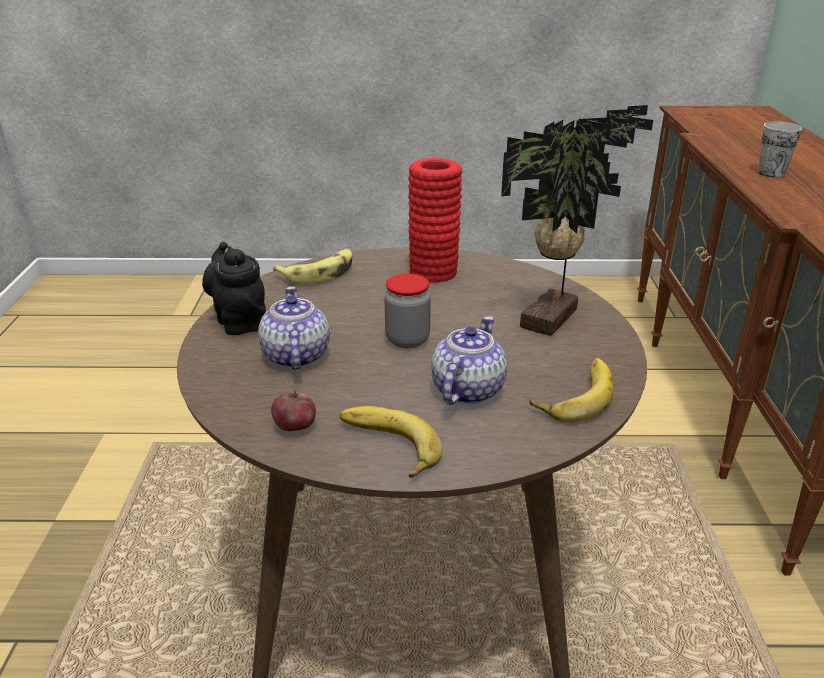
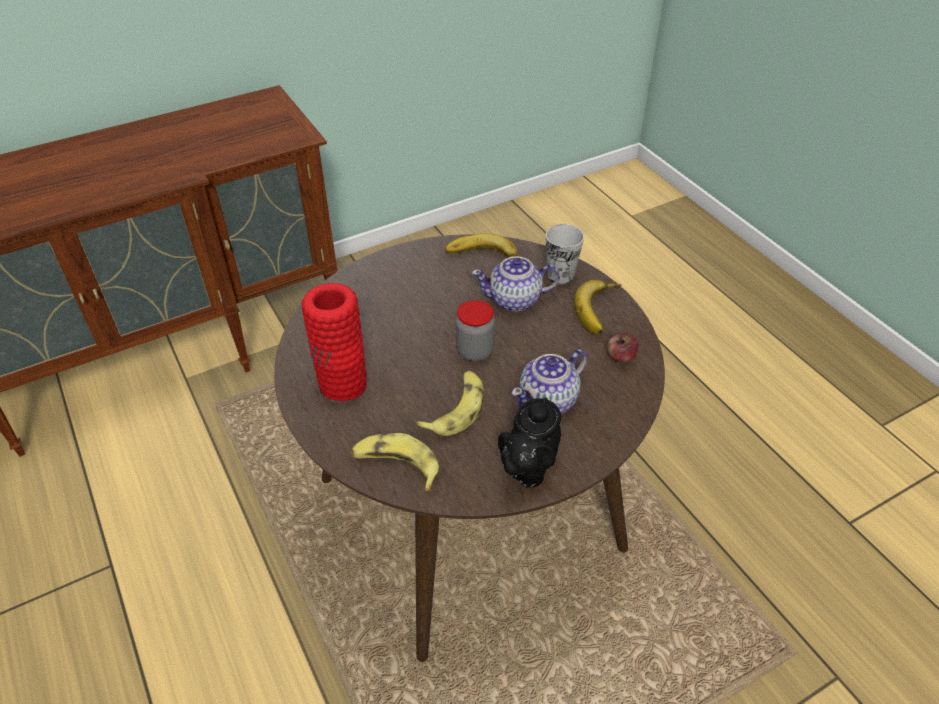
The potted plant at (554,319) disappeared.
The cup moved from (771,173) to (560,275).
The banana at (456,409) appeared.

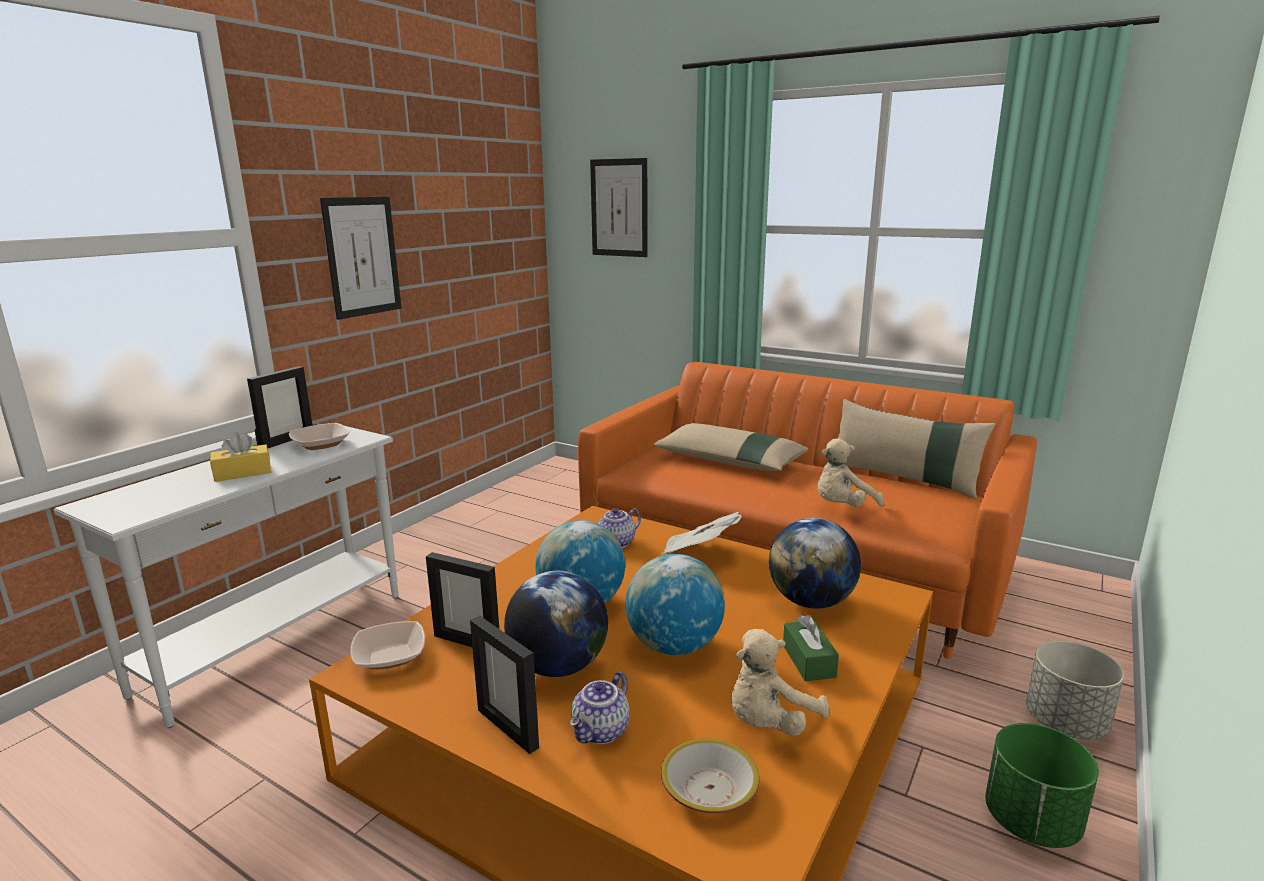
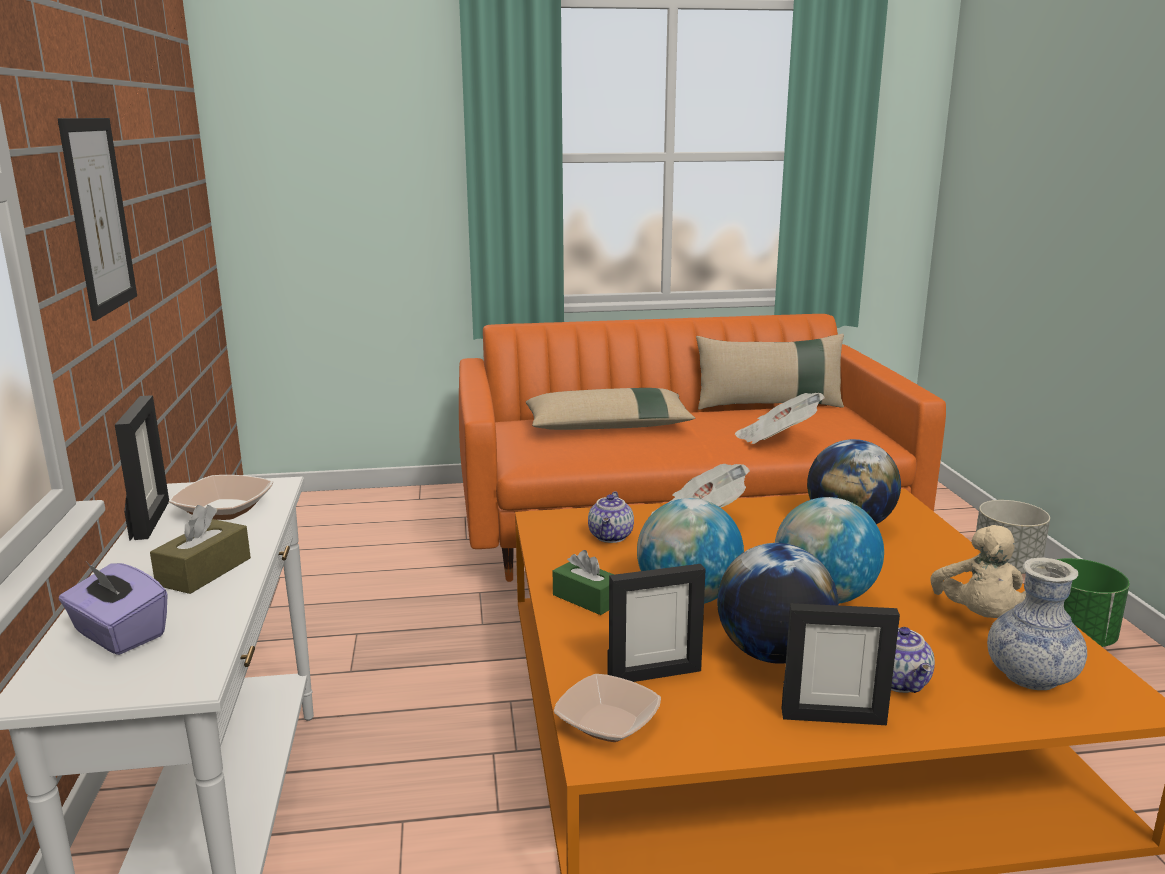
The picture at (619,208) disappeared.
The tissue box (yellow) at (243,473) became the tissue box (brown) at (204,571).
The plush toy (beige) at (842,507) was replaced by the newspaper at (776,439).
The tissue box (green) moved from (808,661) to (587,599).
The bowl at (710,788) was replaced by the vase at (1031,677).
The tissue box (purple) at (118,634) appeared.

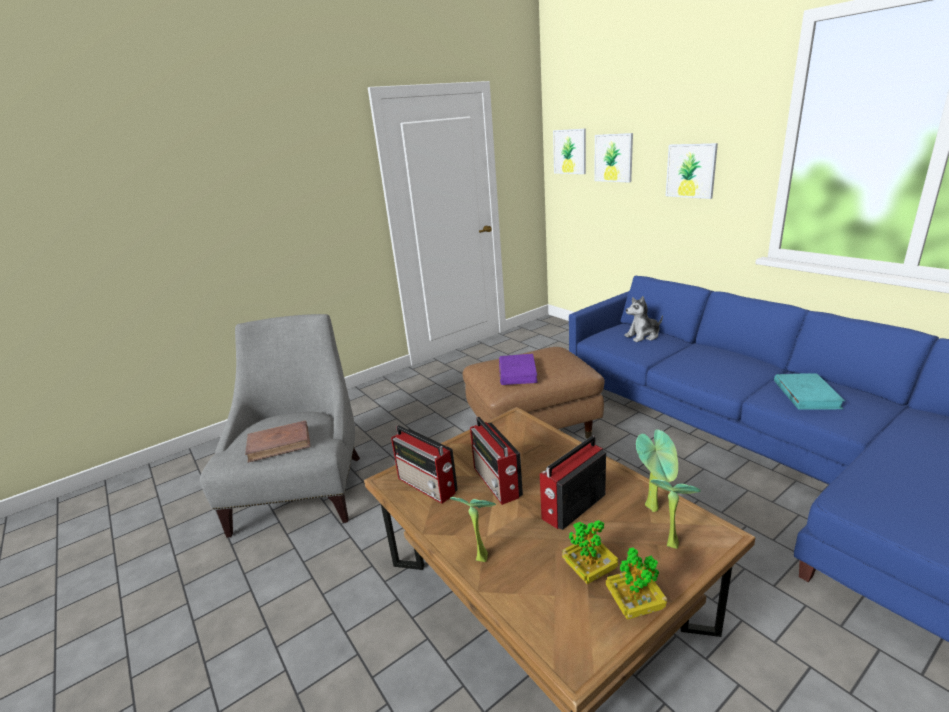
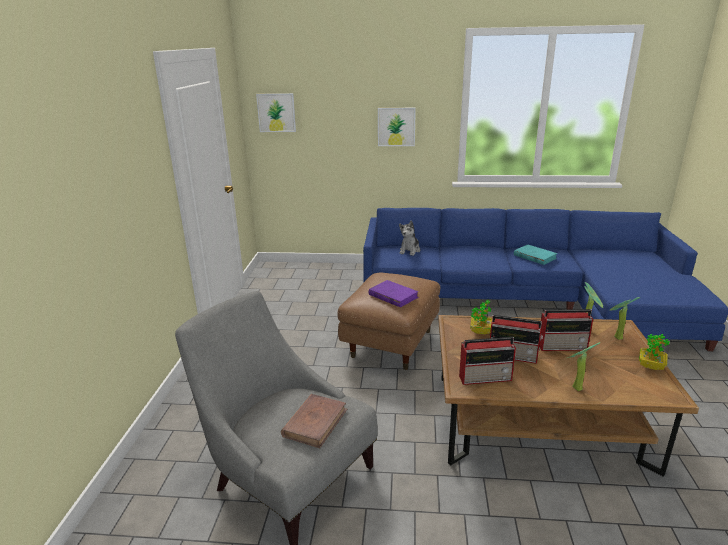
The picture at (613,158) disappeared.
The radio at (572,507) turned 90 degrees counterclockwise.
The potted plant moved from (589,571) to (481,331).

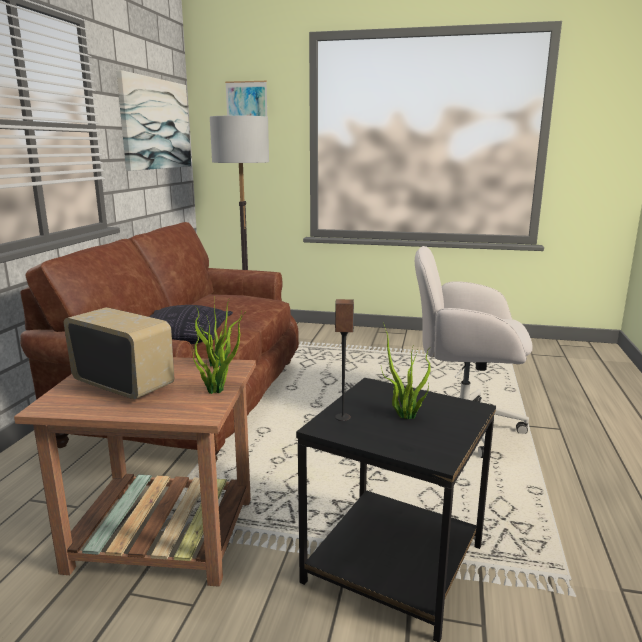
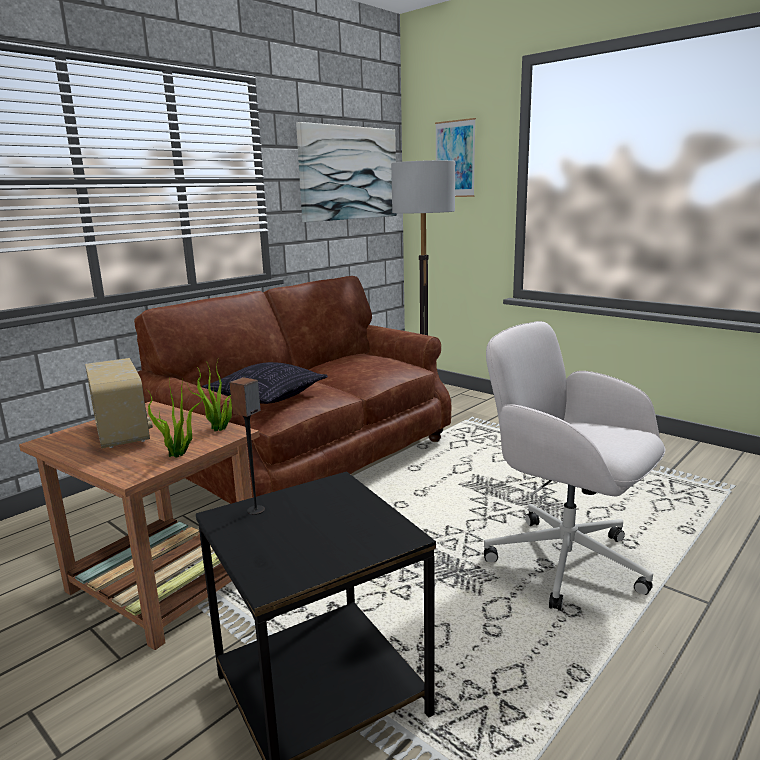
The potted plant at (404,416) disappeared.

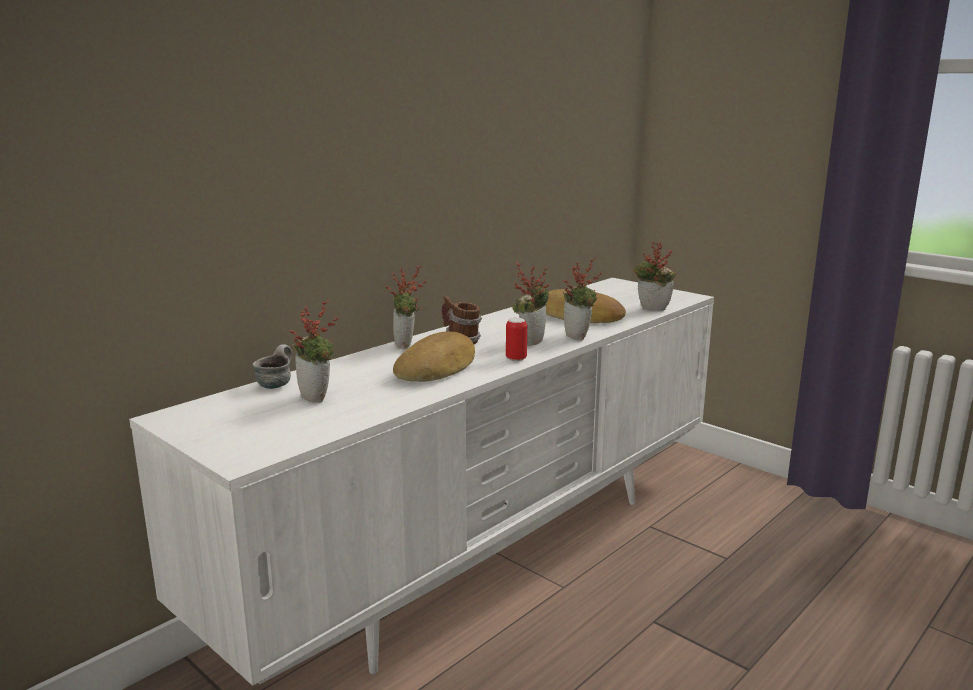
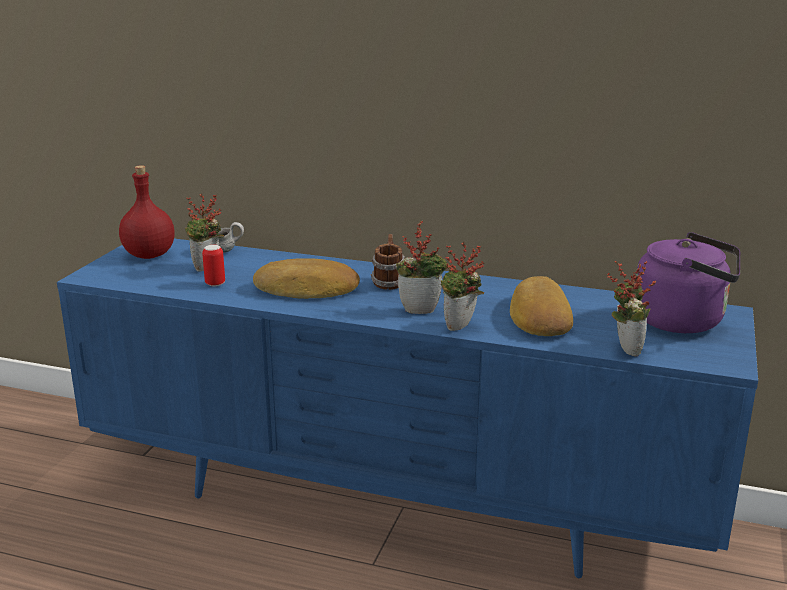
The potted plant at (407,346) disappeared.
The cabinet (white) at (486,553) became the cabinet (blue) at (396,503).
The can moved from (516,359) to (215,284).
The bottle (red) at (150,255) appeared.
The kettle (purple) at (684,321) appeared.

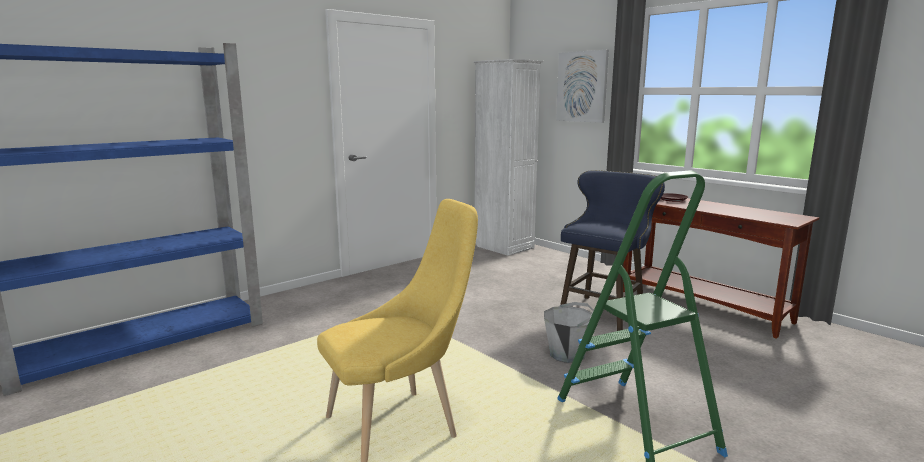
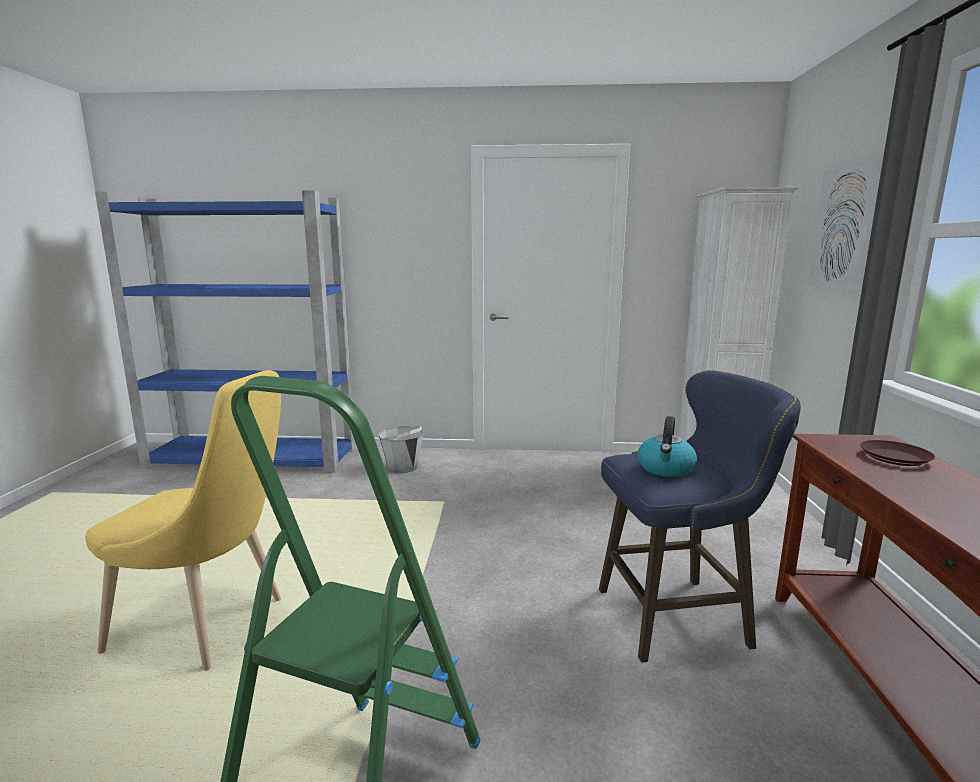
The bucket (grey) moved from (567,354) to (402,467).
The kettle at (666,469) appeared.

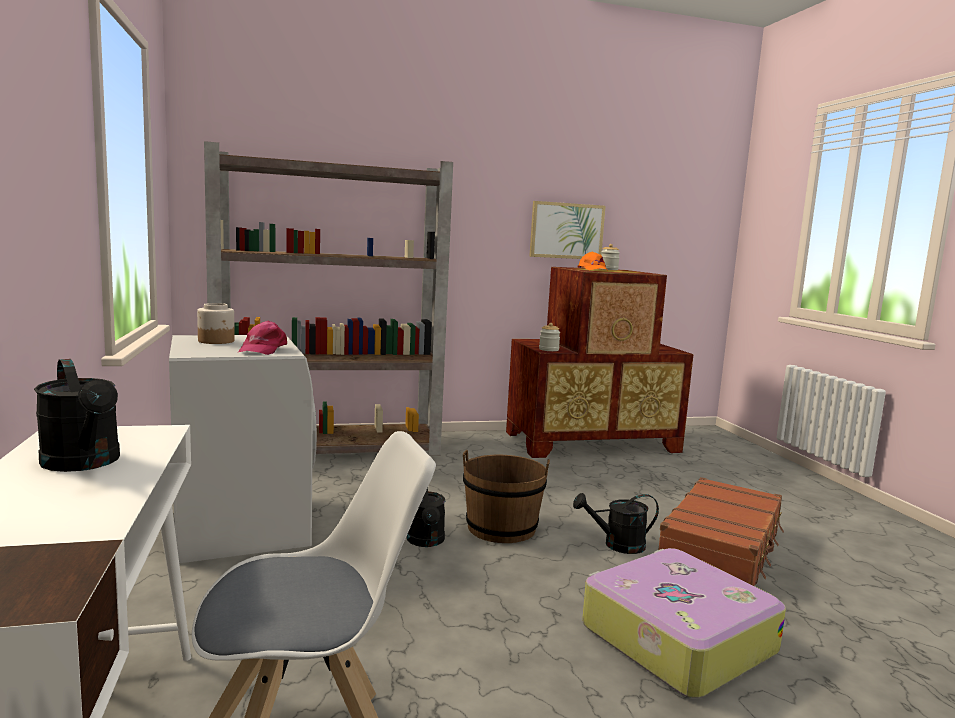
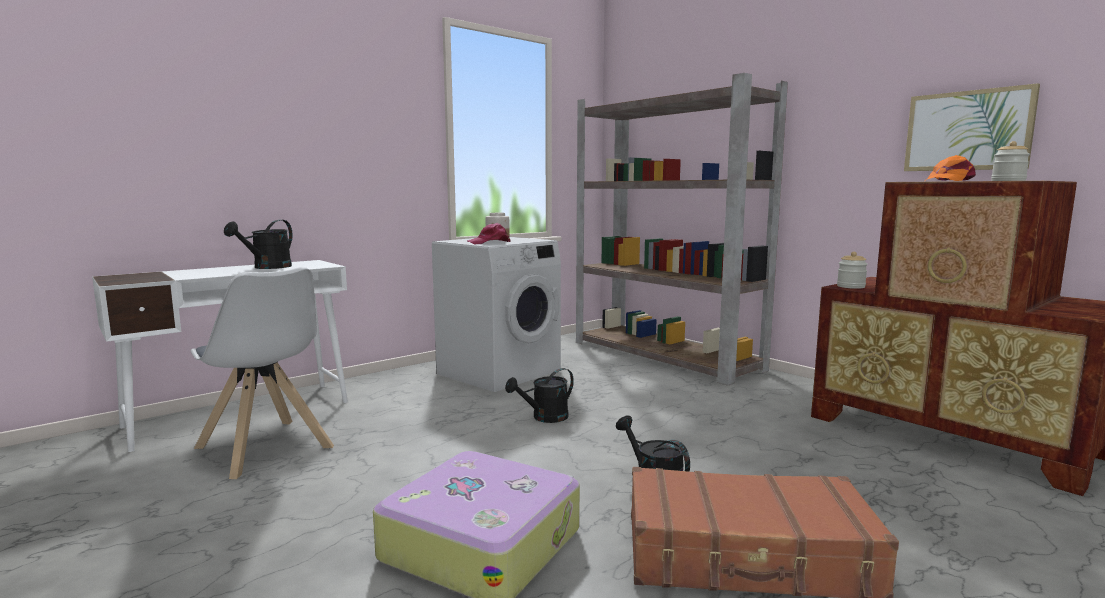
The bucket (brown) at (501,528) disappeared.

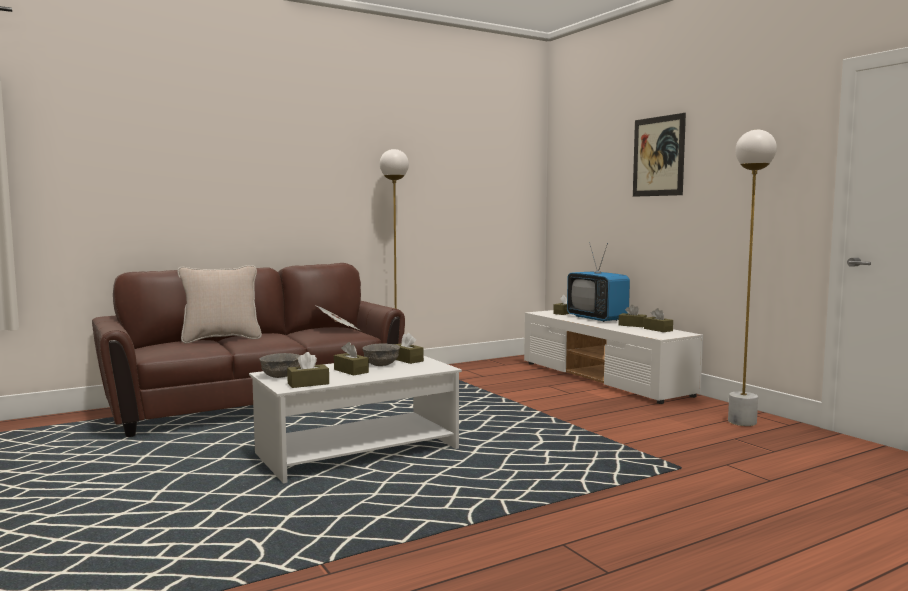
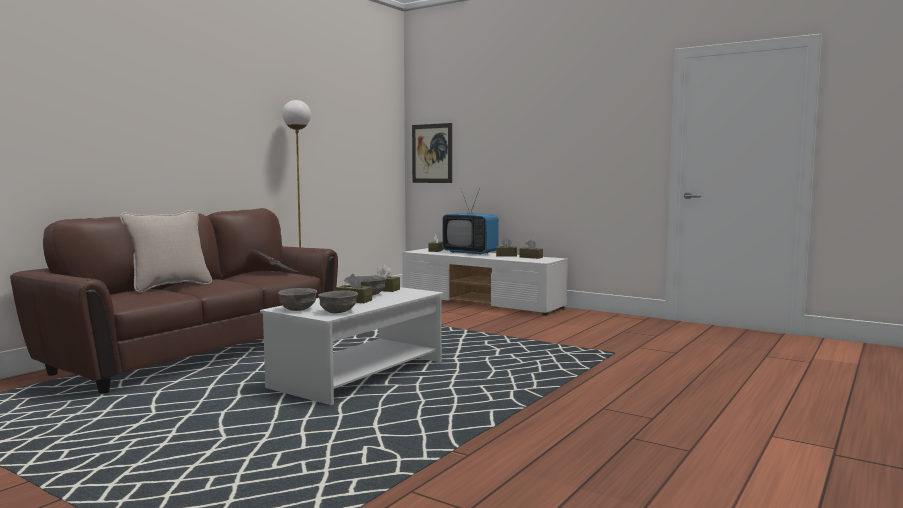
The picture moved from (658,156) to (432,153).
The floor lamp (white) at (742,422) disappeared.
The tissue box (brown) at (308,384) was replaced by the bowl (grey) at (338,312).

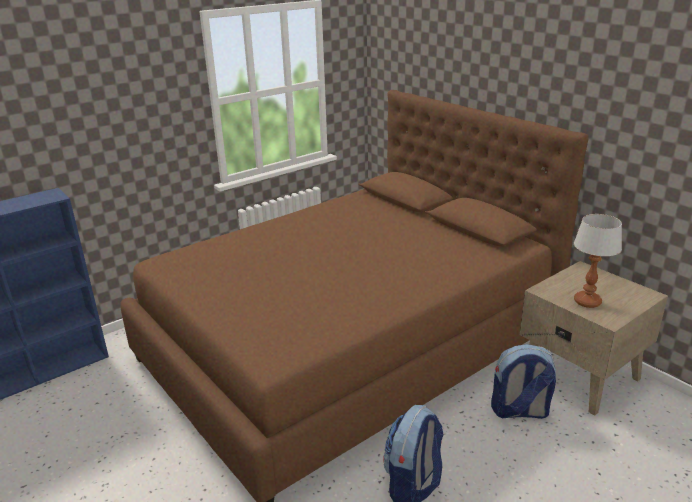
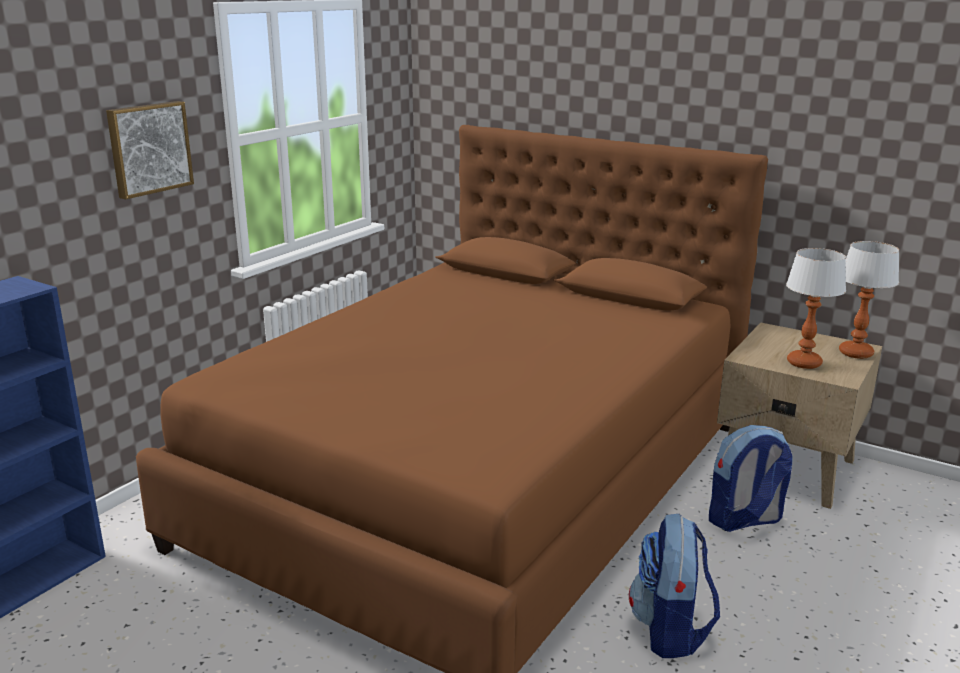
The picture at (149,148) appeared.
The table lamp at (855,353) appeared.

